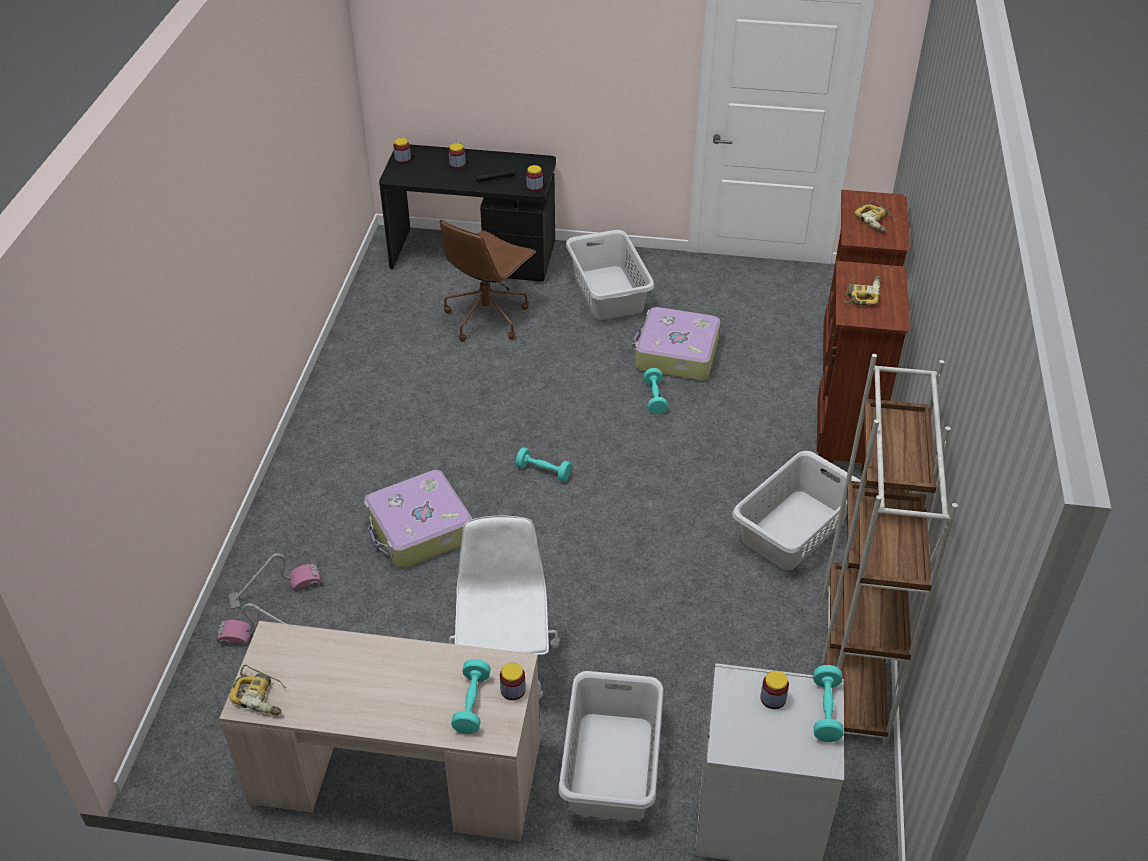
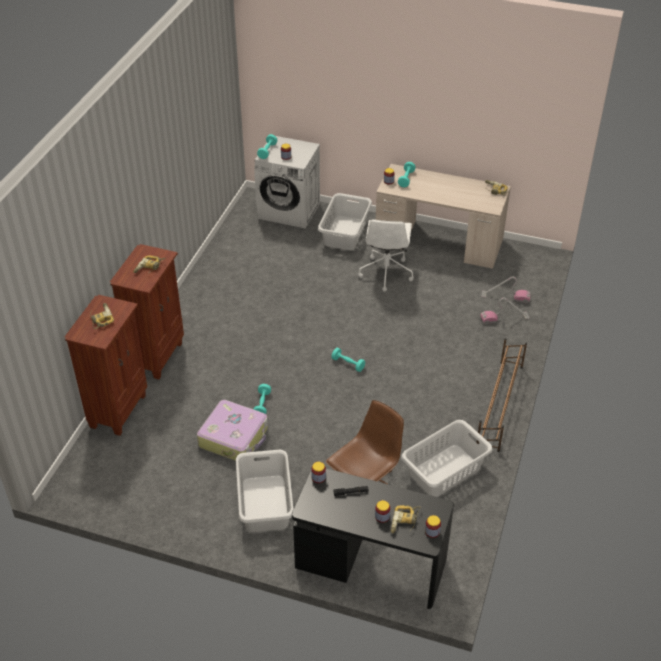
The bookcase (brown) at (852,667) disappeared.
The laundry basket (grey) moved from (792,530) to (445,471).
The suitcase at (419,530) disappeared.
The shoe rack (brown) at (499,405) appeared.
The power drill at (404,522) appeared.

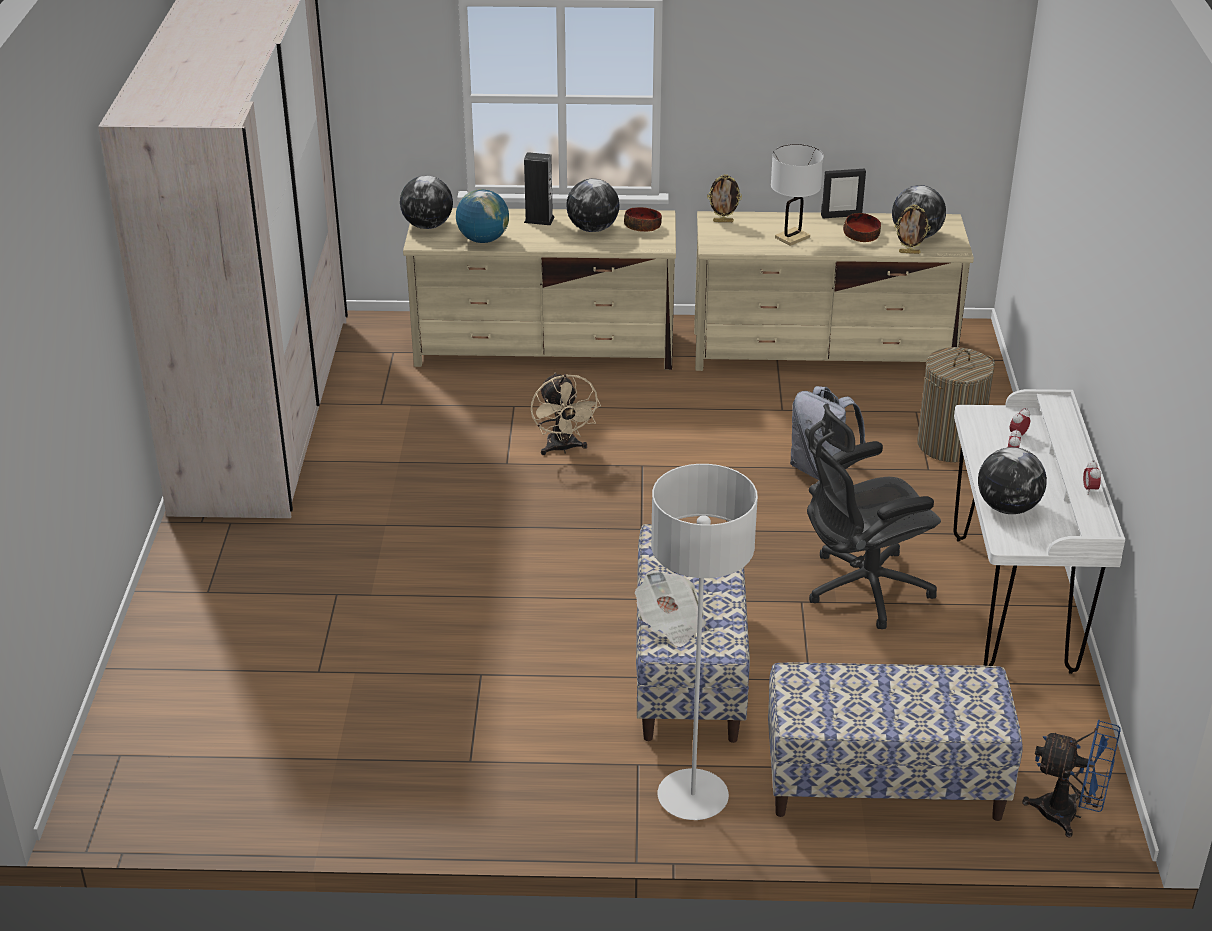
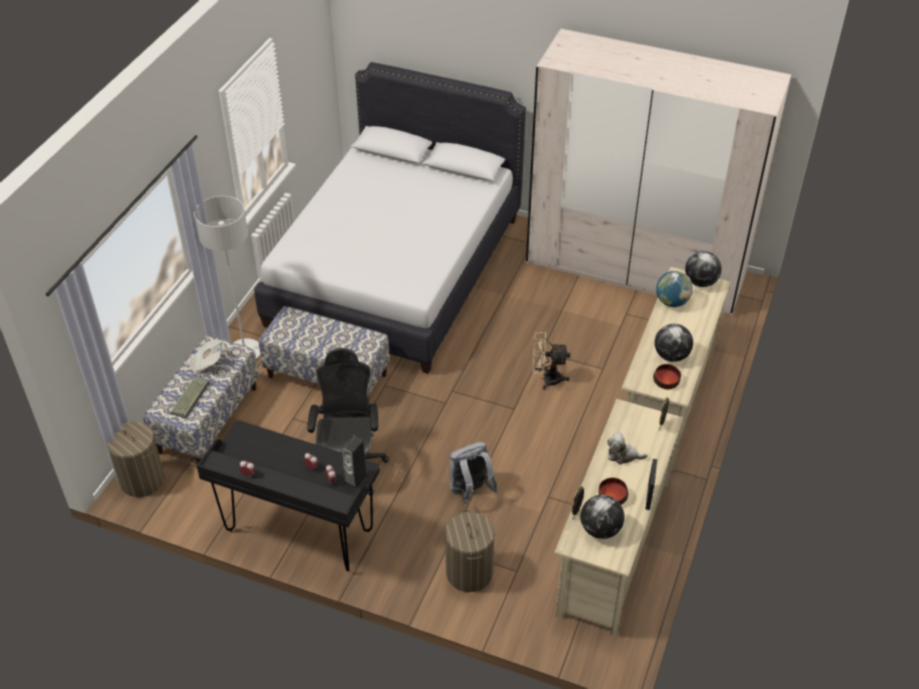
The table lamp (white) at (792,237) was replaced by the plush toy at (623,455).
The speaker moved from (539,219) to (355,479).
The desk (white) at (1013,603) became the desk (black) at (299,531).
The globe at (1007,507) disappeared.
The newspaper moved from (670,623) to (206,362).
The fan (blue) at (1069,814) was replaced by the laundry basket at (142,480).
The bed (white) at (395,270) appeared.
The keyboard at (189,397) appeared.

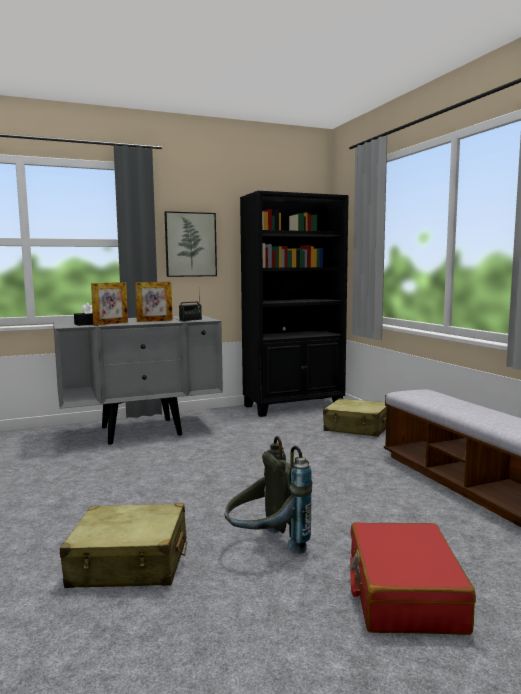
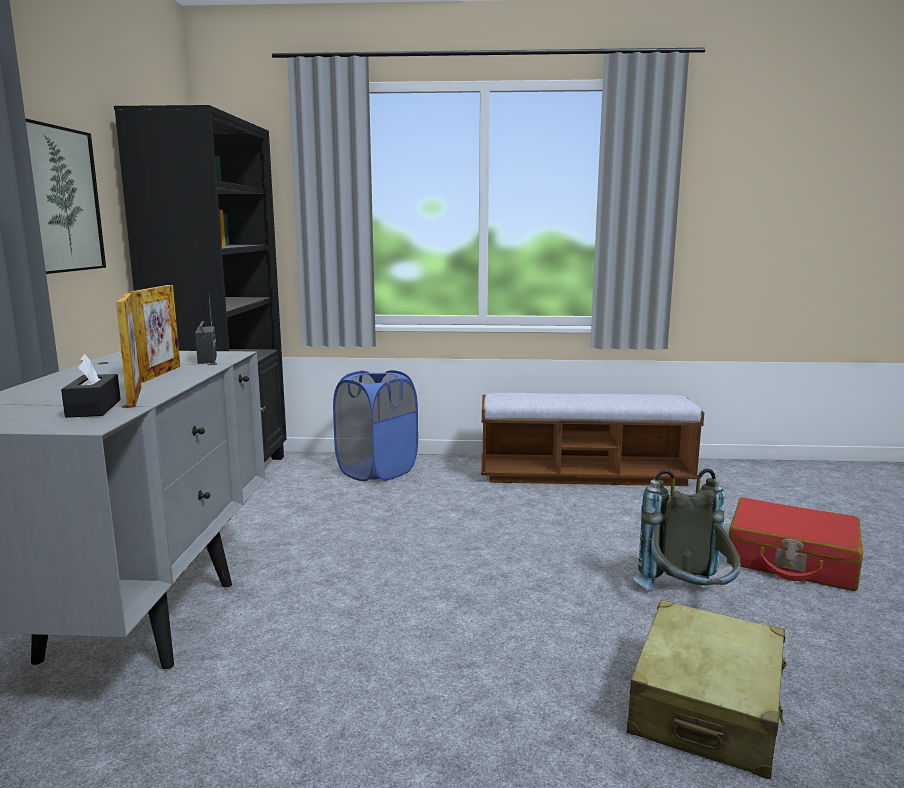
The suitcase (beige) at (357,428) was replaced by the laundry basket (blue) at (377,471).

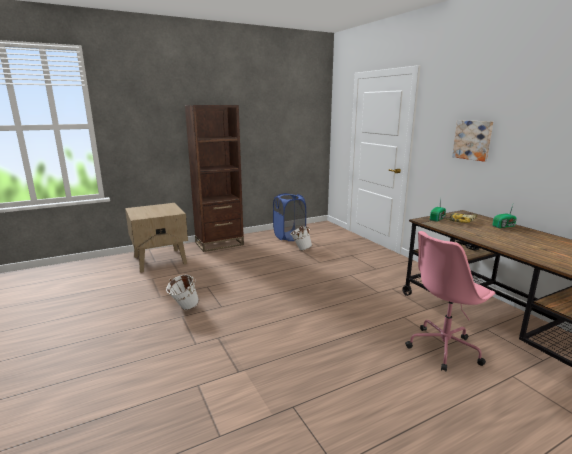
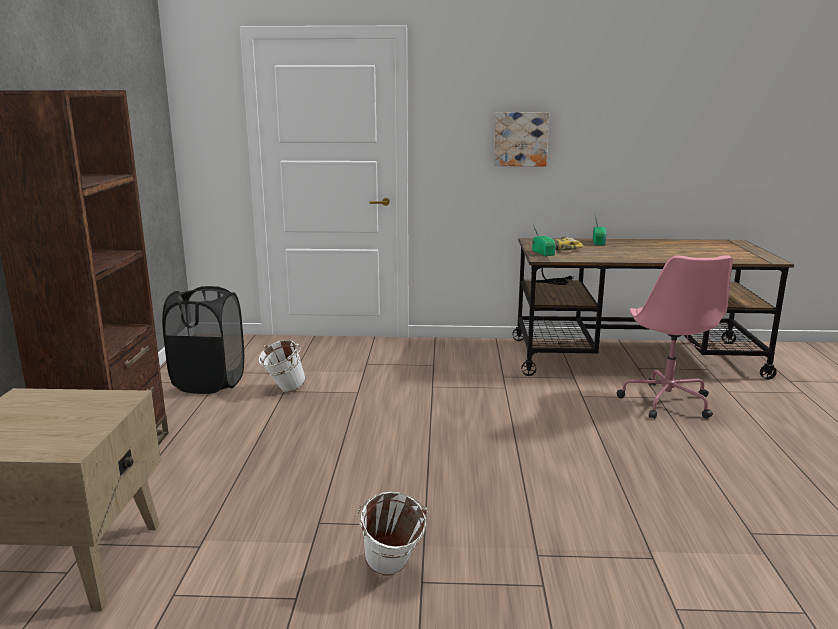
The laundry basket (blue) at (289,237) became the laundry basket (black) at (209,382).

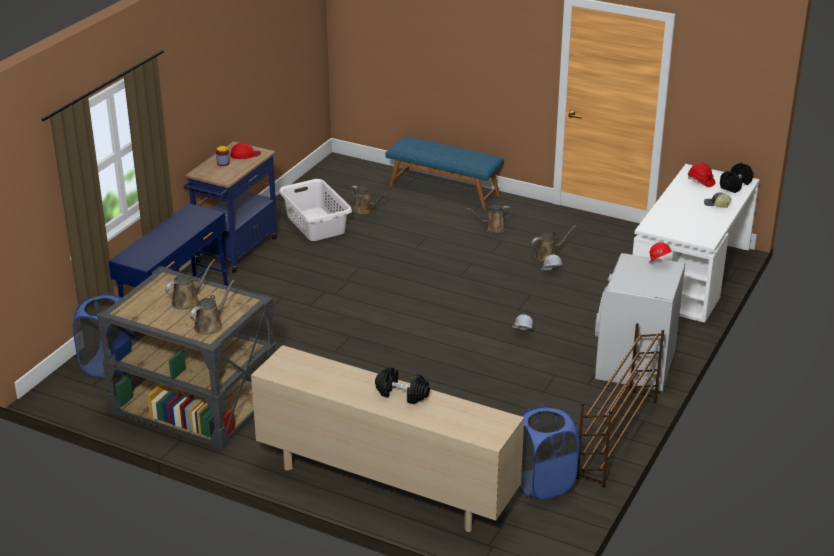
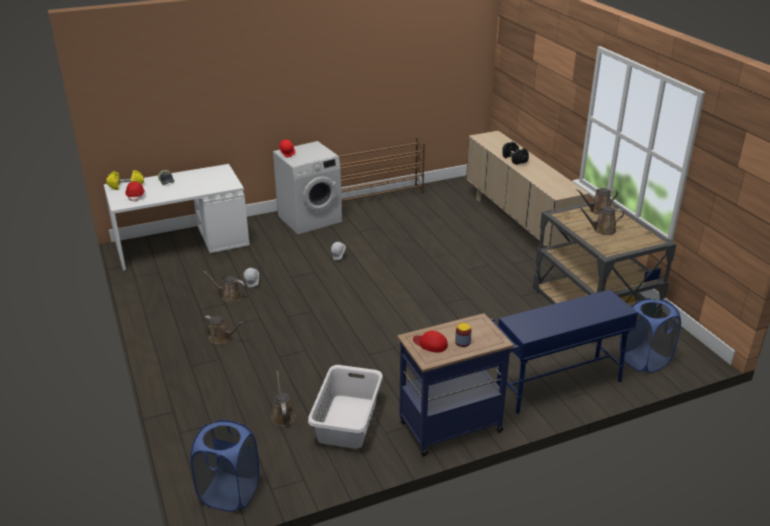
The bench (blue) at (444,190) disappeared.
The dumbbell (black) at (735,185) became the dumbbell (yellow) at (126,186).
The laundry basket (blue) moved from (542,483) to (229,493).

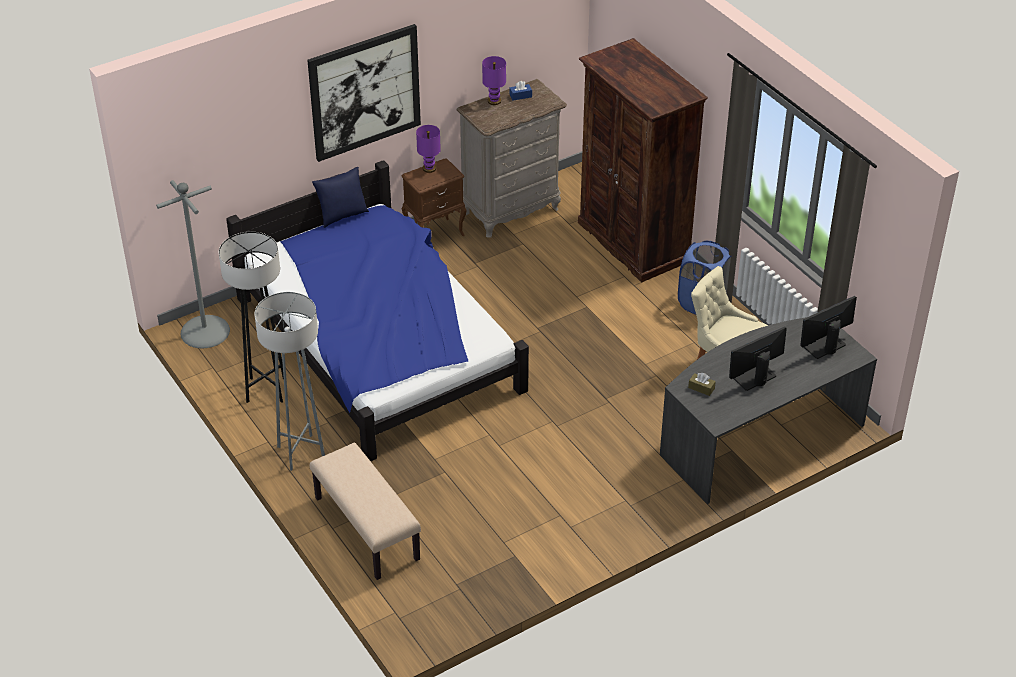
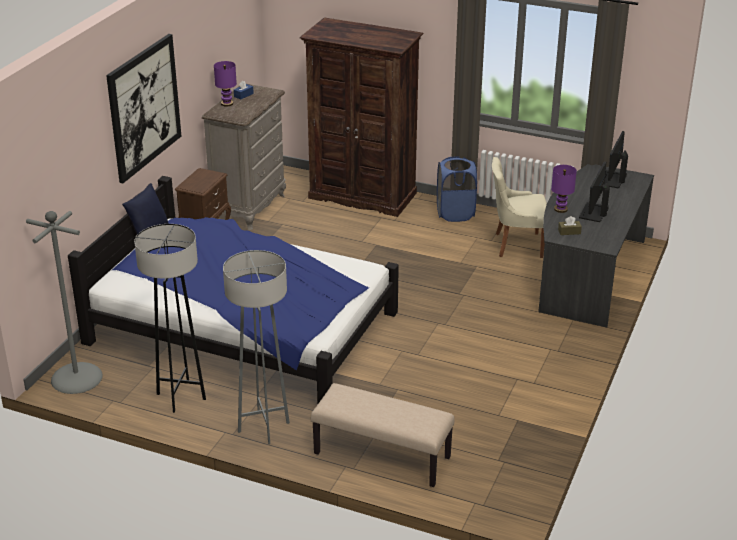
The table lamp (purple) moved from (429,168) to (561,209).

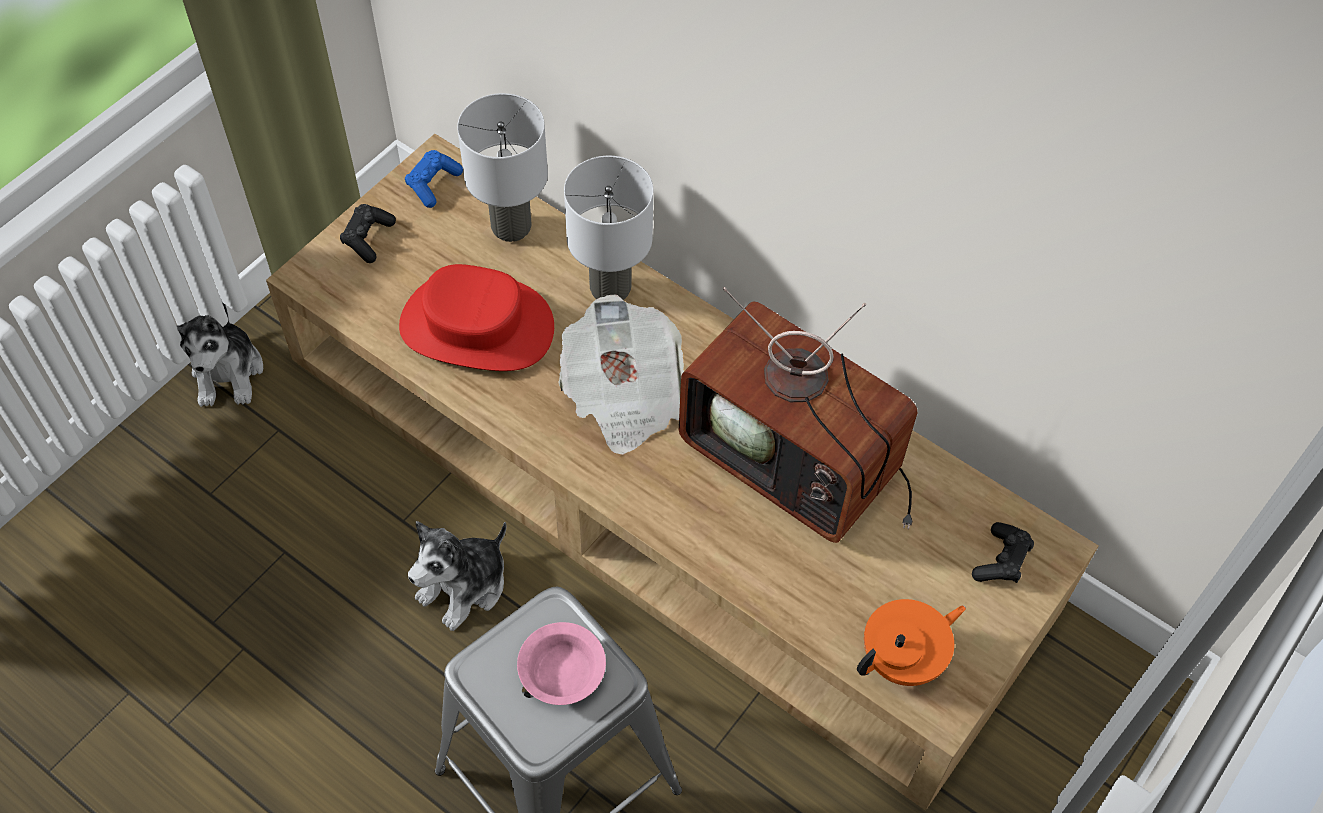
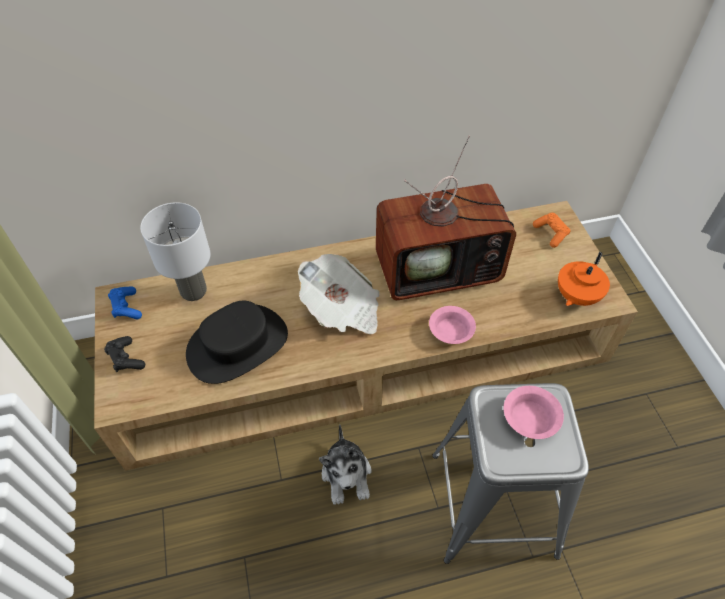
The table lamp (white) at (608,289) disappeared.
The hat (red) at (476,327) became the hat (black) at (238,345).
The plush toy at (228,372) disappeared.
The game controller (black) at (1001,561) became the game controller (orange) at (551,233).
The teapot (orange) at (903,659) turned 150 degrees counterclockwise.
The bowl (pink) at (450,332) appeared.

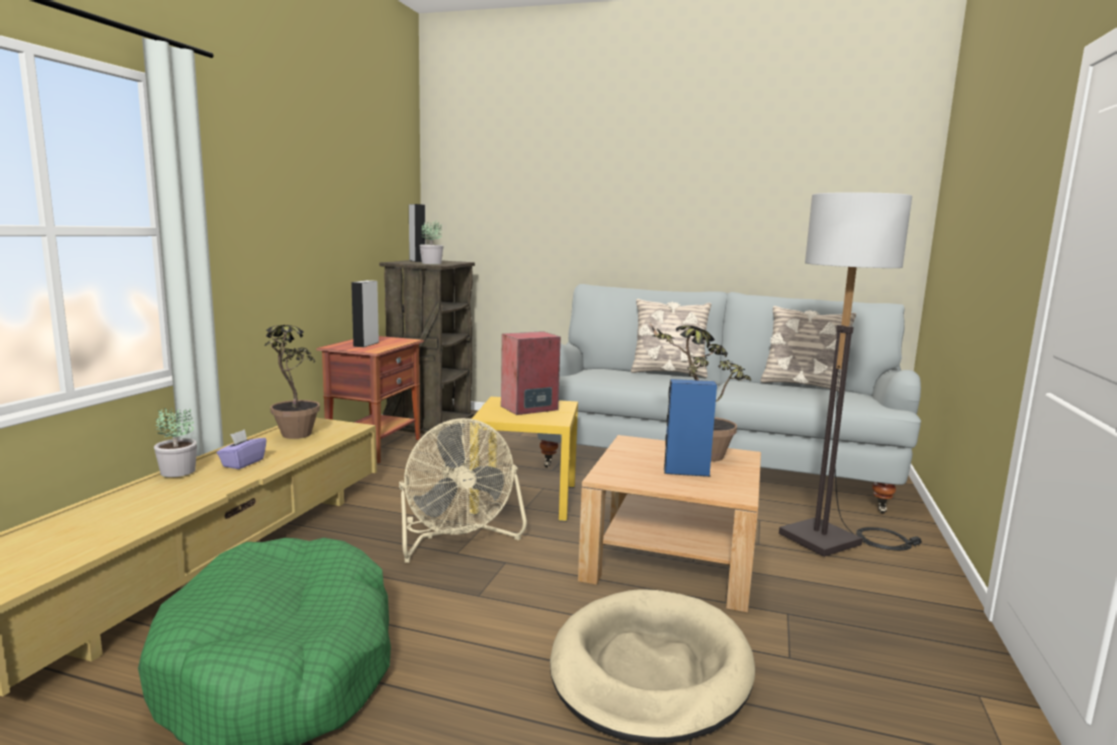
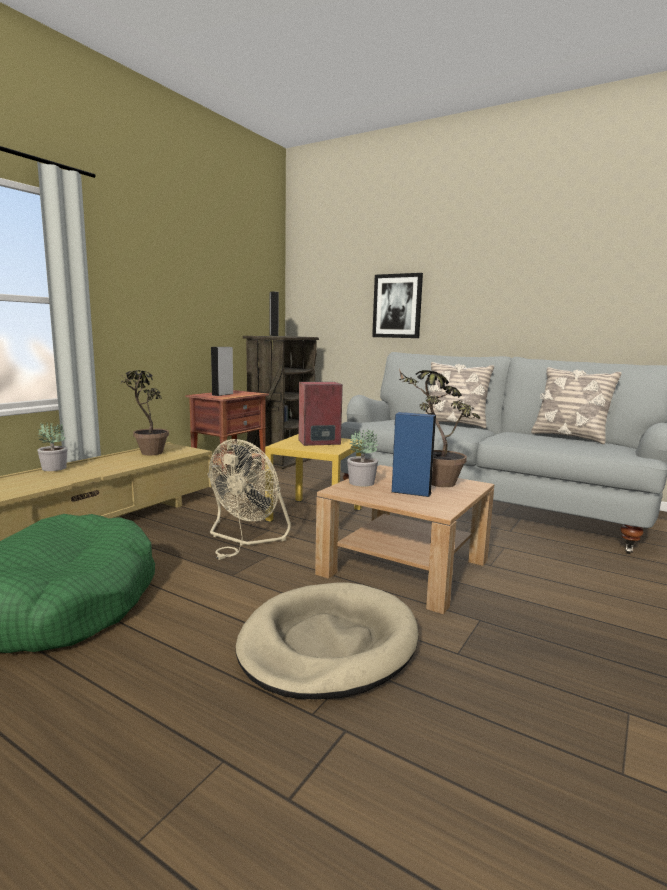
The floor lamp at (838,541) disappeared.
The potted plant moved from (432,263) to (362,482).
The fan (beige) at (452,541) turned 135 degrees counterclockwise.
The tissue box (purple) at (242,463) disappeared.
The picture at (397,306) appeared.

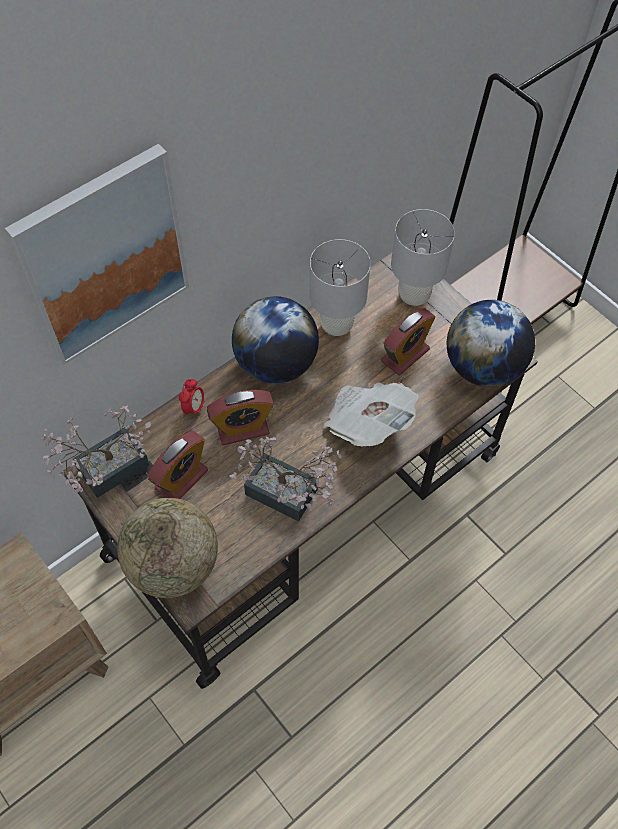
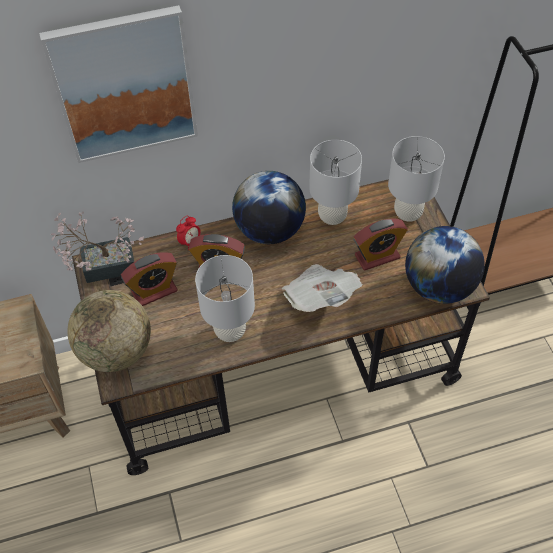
The potted plant at (288,496) was replaced by the table lamp (grey) at (228,332).

